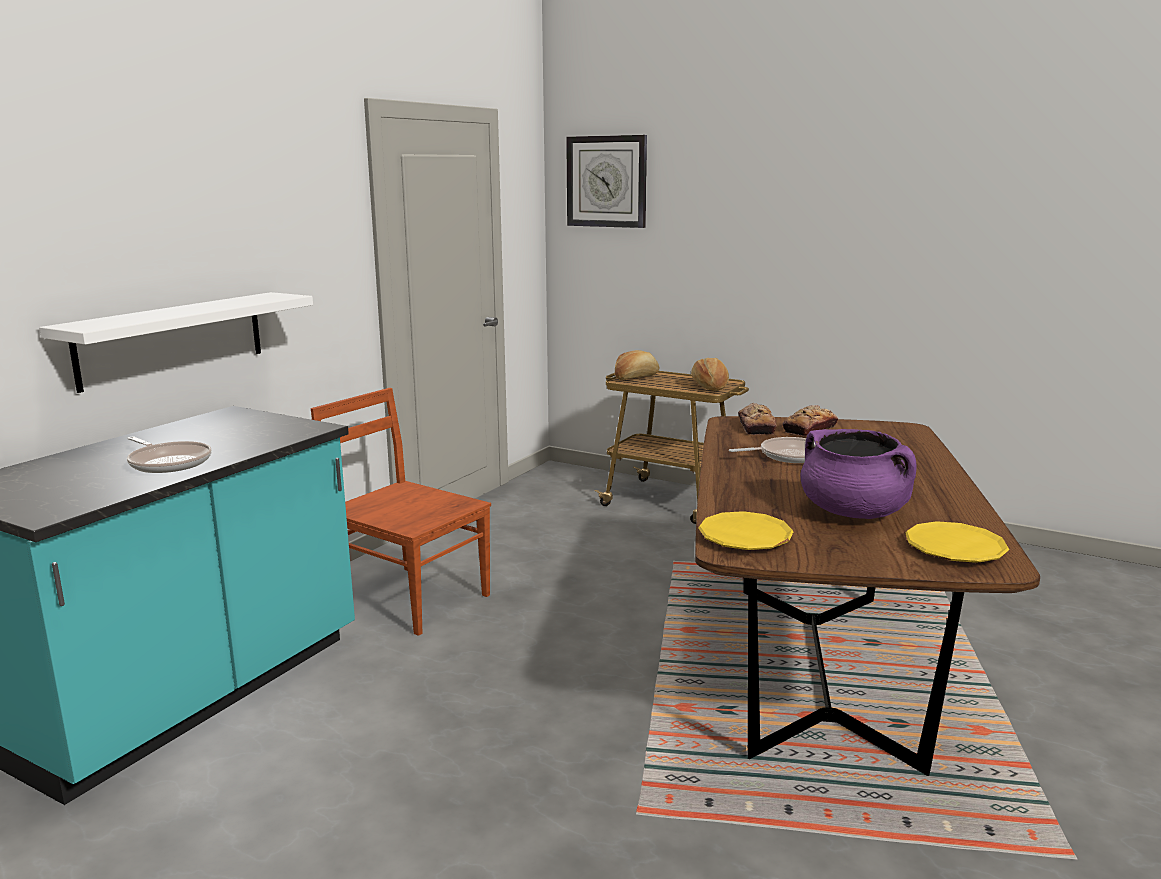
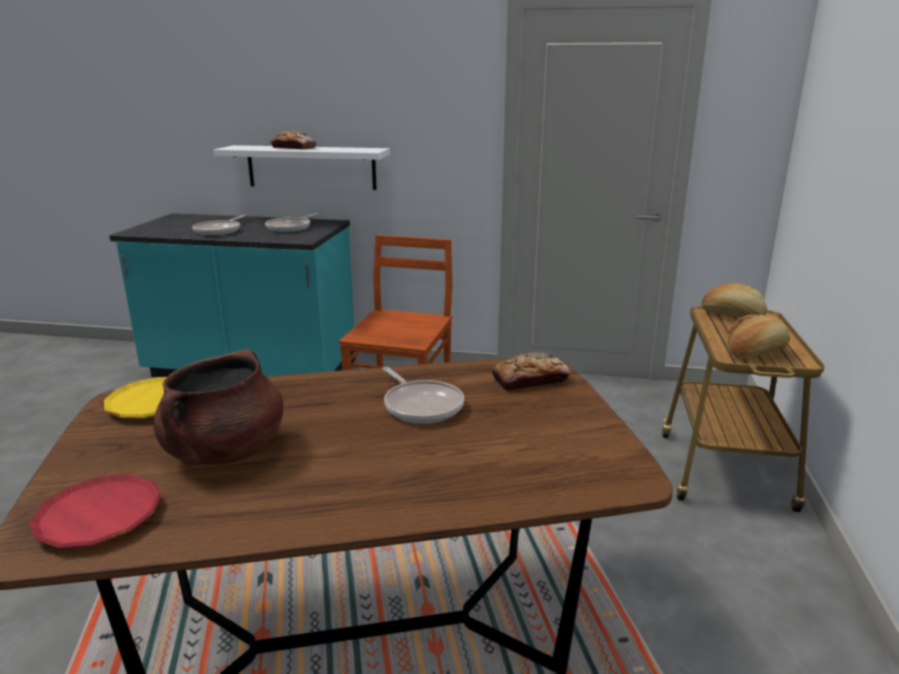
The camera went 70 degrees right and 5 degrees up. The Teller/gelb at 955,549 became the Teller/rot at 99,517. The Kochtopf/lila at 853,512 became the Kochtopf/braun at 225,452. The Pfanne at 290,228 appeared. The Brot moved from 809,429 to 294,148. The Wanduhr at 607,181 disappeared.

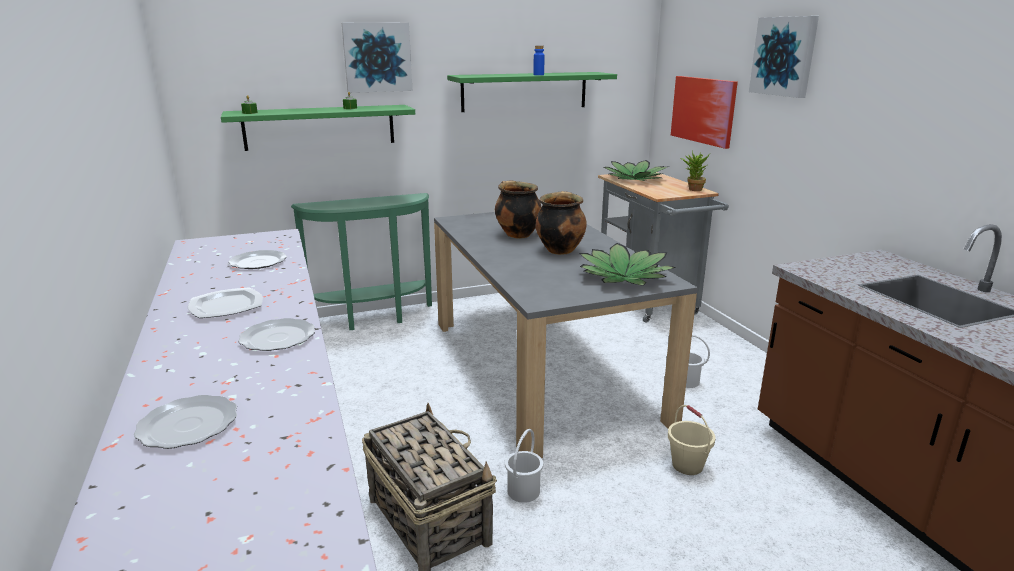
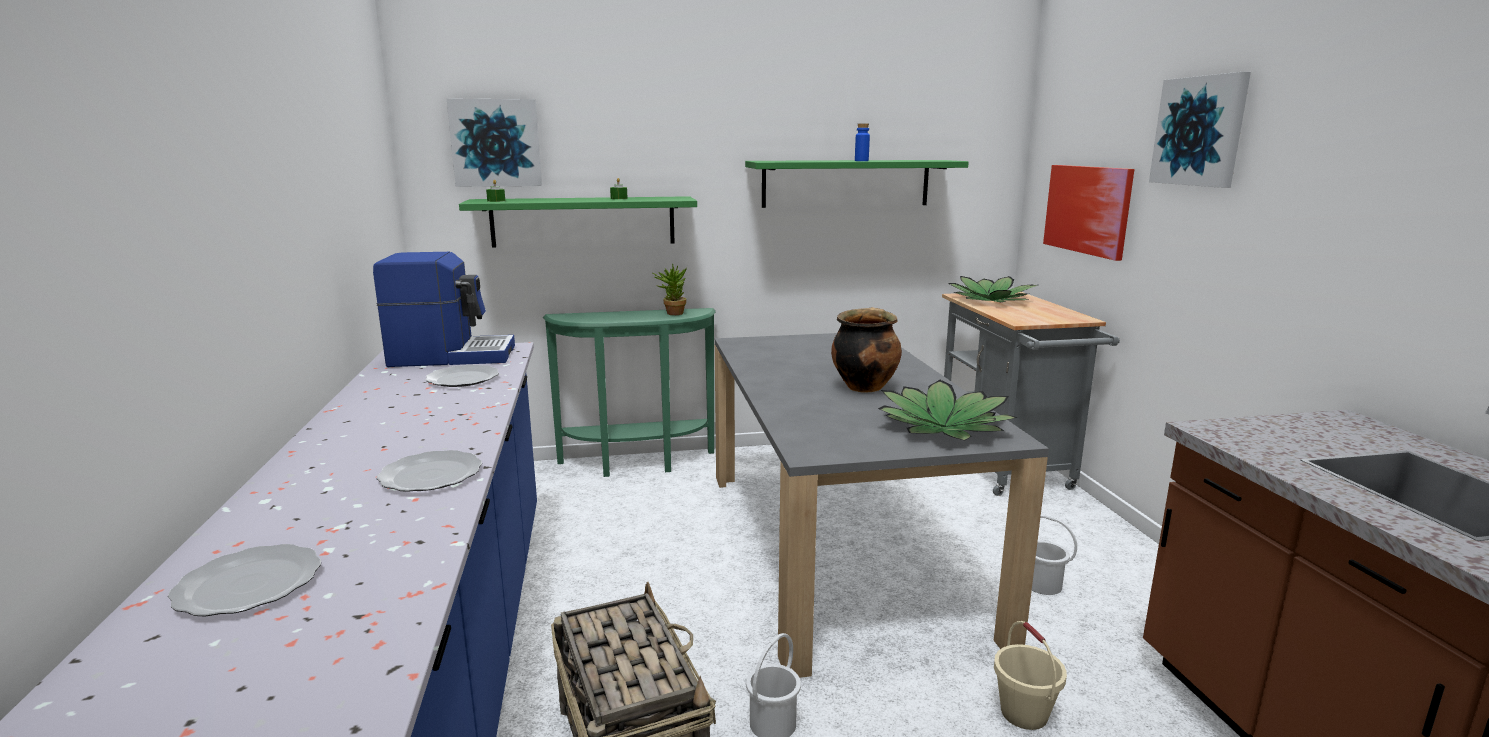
The camera went 10 degrees right and 5 degrees down. The Kaffeemaschine at 452,356 appeared. The Bild moved from 377,57 to 496,143. The Topfpflanze moved from 692,189 to 671,313. The Teller at 226,306 disappeared. The Kochtopf at 517,234 disappeared.

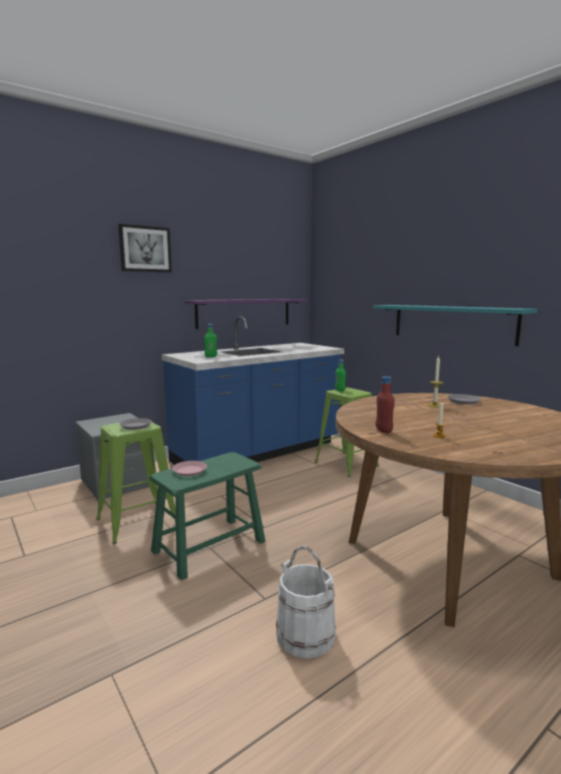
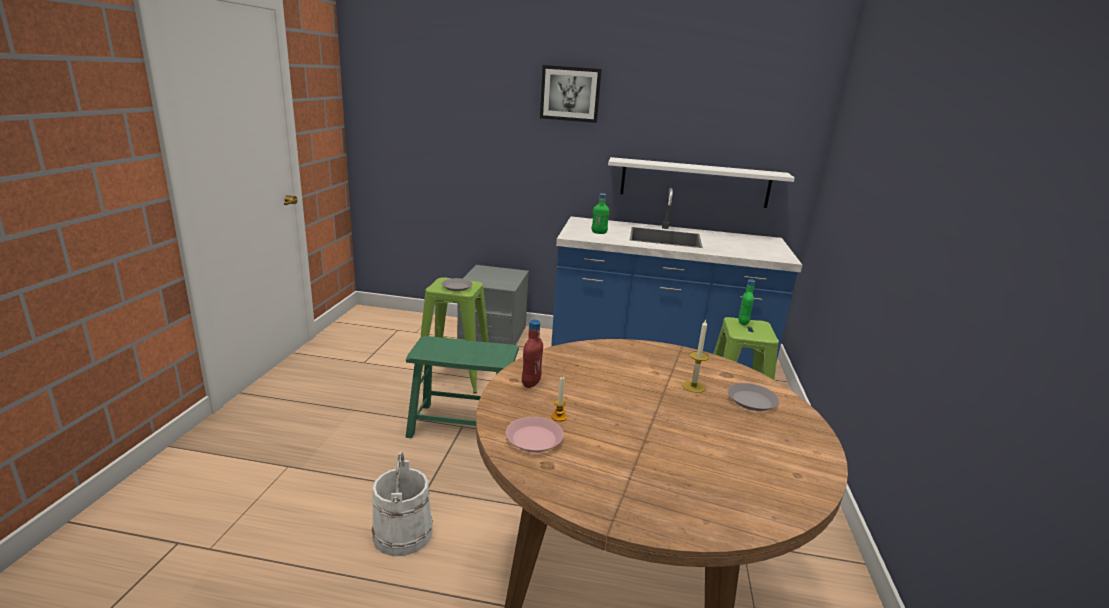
The camera went 45 degrees right and 10 degrees up. The Teller/rosa moved from 189,471 to 534,439. The Wandregal/lila at 244,313 became the Wandregal/weiß at 694,182. The Wandregal/türkis at 452,323 disappeared.

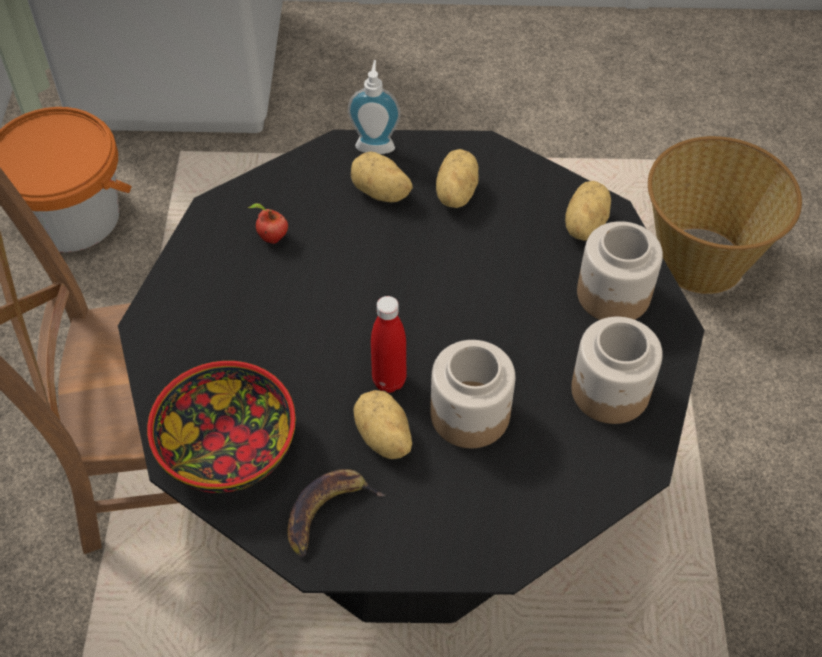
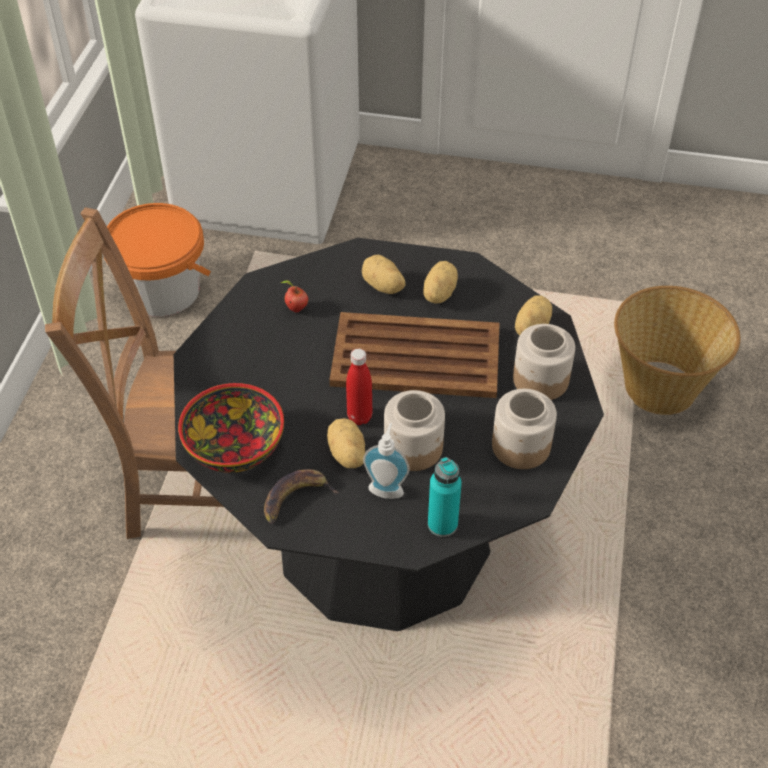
The camera went 10 degrees right and 5 degrees down. The Tablett/braun at 414,356 appeared. The Seifenspender moved from 375,144 to 387,487. The Flasche/türkis at 442,524 appeared.

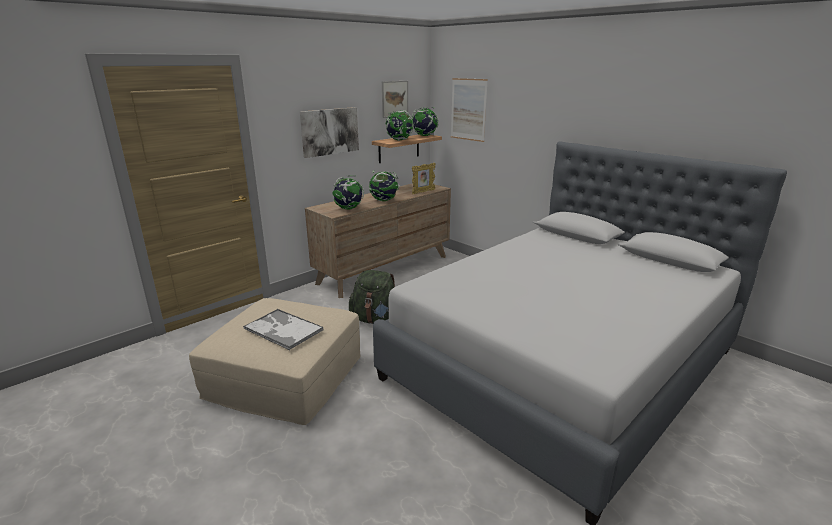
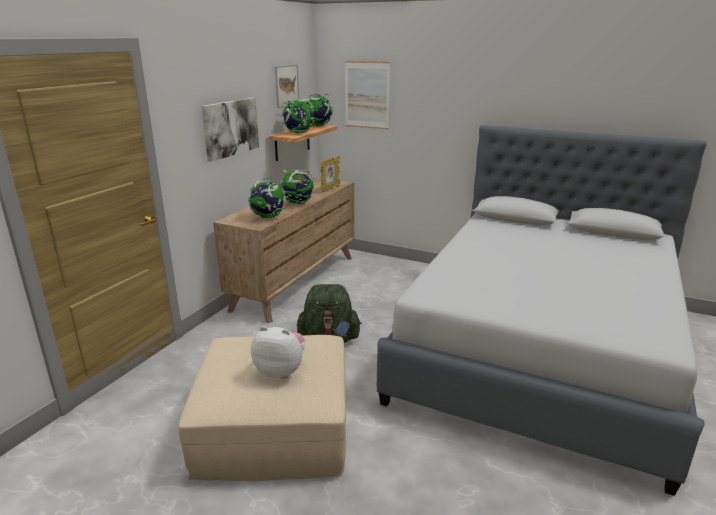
The camera went 20 degrees left and 0 degrees up. The Tablett at 282,329 was replaced by the Plüschtier at 281,371.

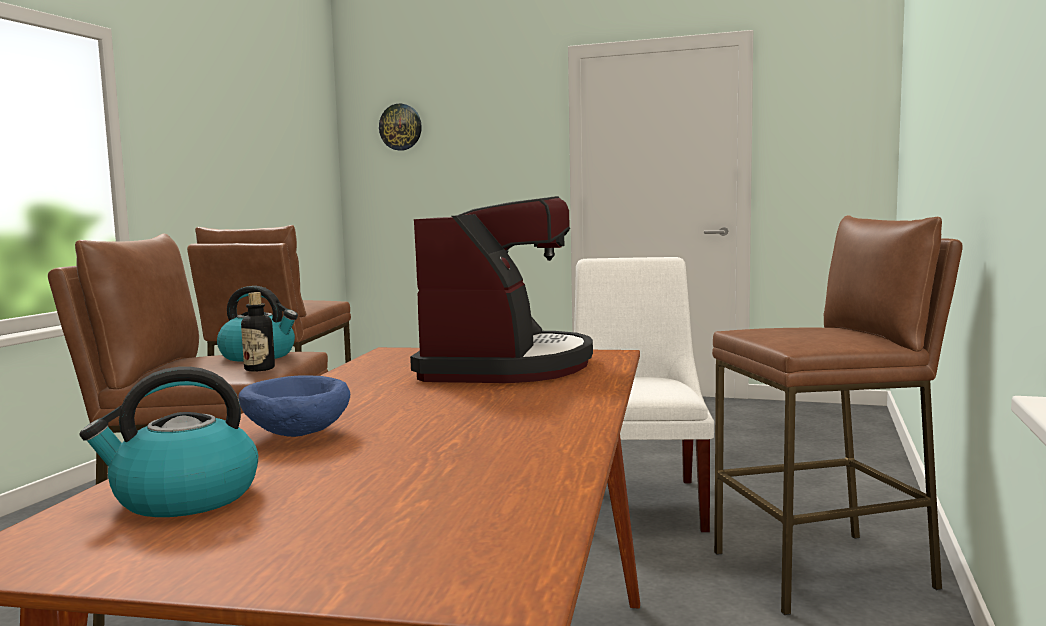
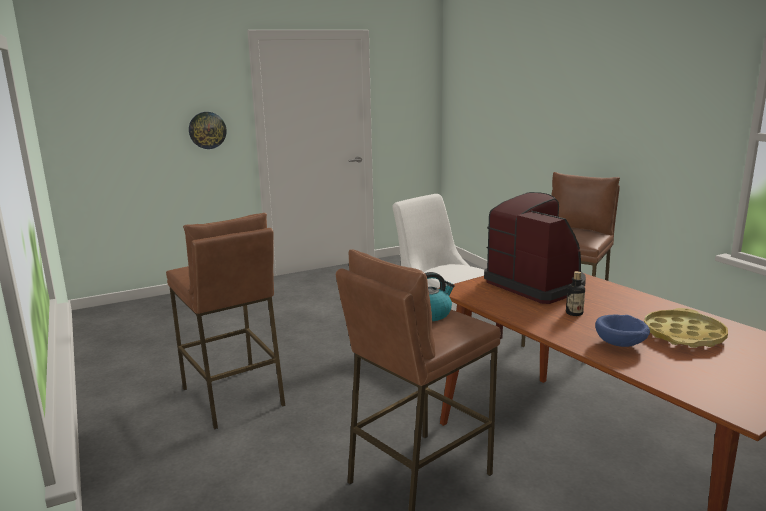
The camera went 45 degrees left and 10 degrees up. The Wanduhr moved from 400,127 to 207,130. The Flasche moved from 259,369 to 574,313. The Tablett/gelb at 683,335 appeared. The Wasserkessel at 184,498 disappeared.

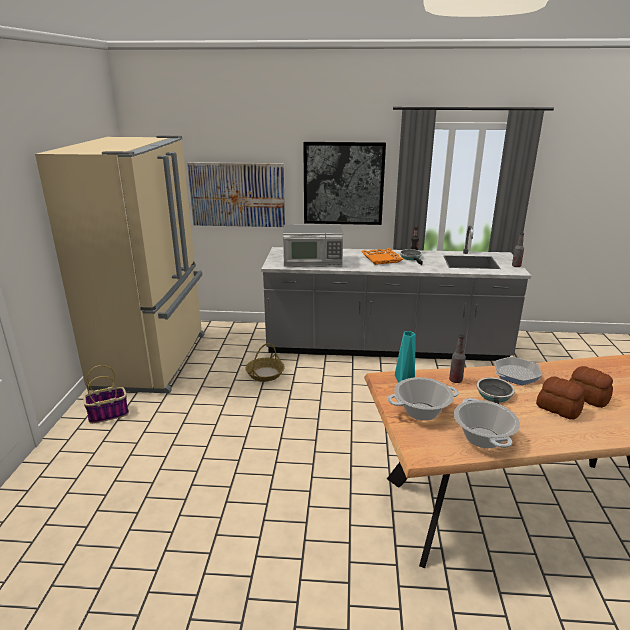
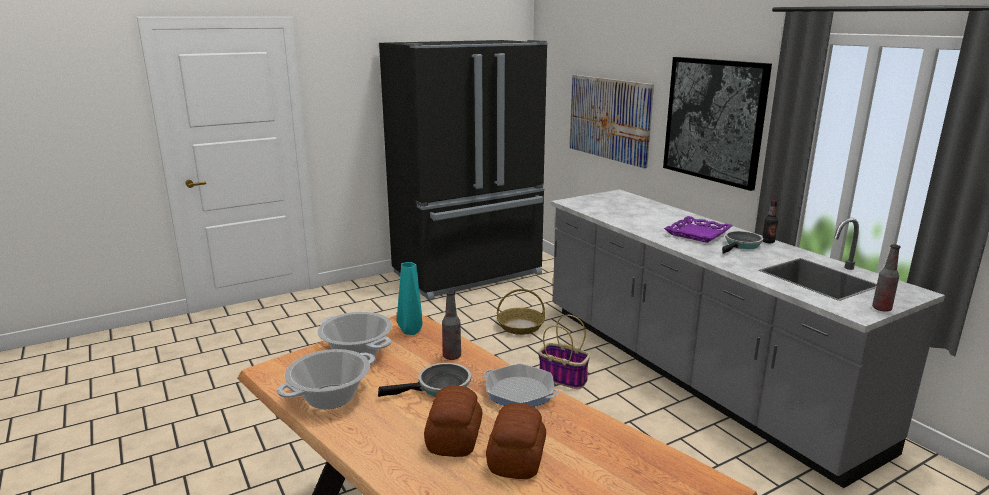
The camera went 55 degrees right and 5 degrees down. The Kühlschrank/beige at 153,360 became the Kühlschrank/schwarz at 469,274. The Korb moved from 109,414 to 564,378. The Tablett/orange at 382,259 became the Tablett/lila at 698,233. The Mikrowelle at 313,261 disappeared.

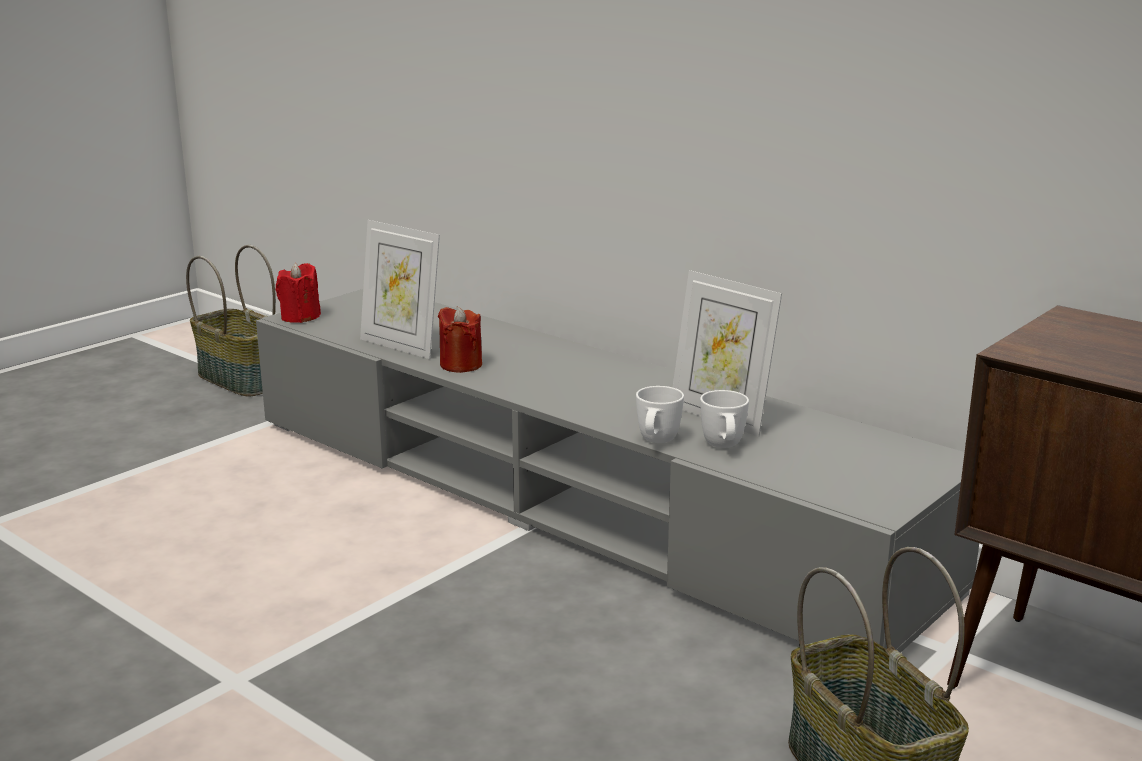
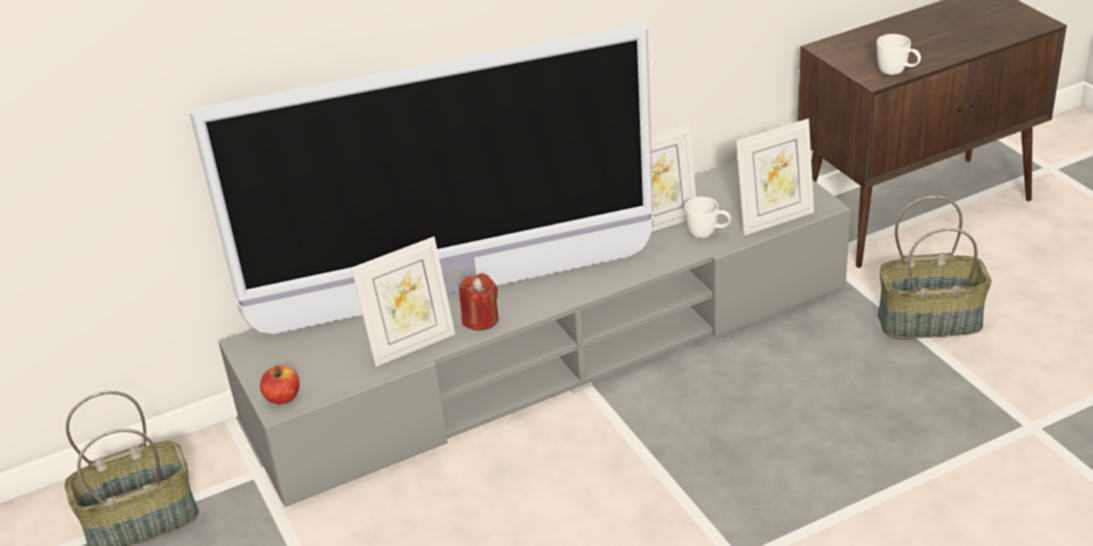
The camera went 65 degrees left and 15 degrees up. The Fernseher at 455,292 appeared. The Kerze/rot at 300,317 was replaced by the Apfel at 283,397. The Bilderrahmen at 774,219 appeared. The Henkelbecher/weiß moved from 656,442 to 897,73.

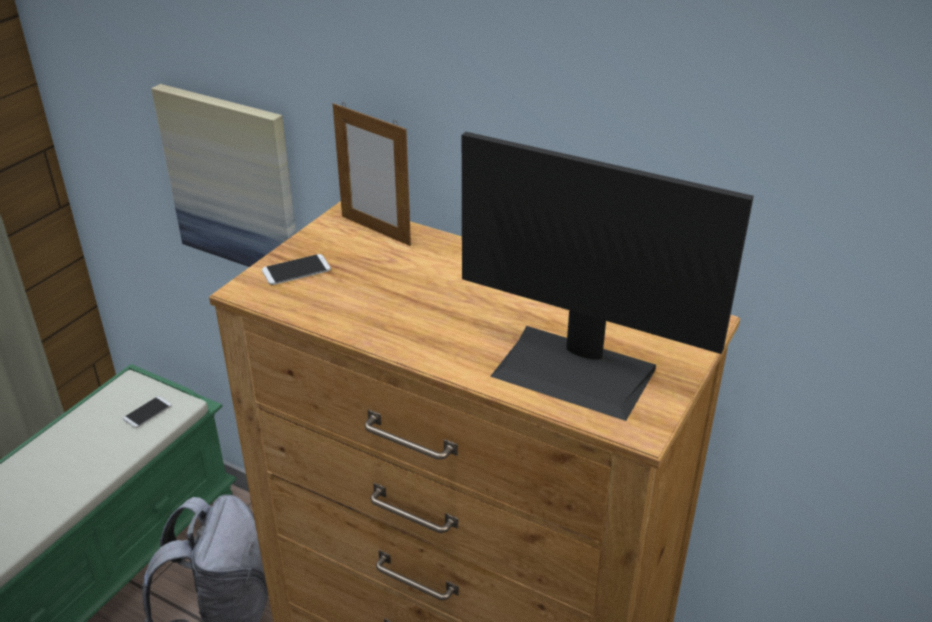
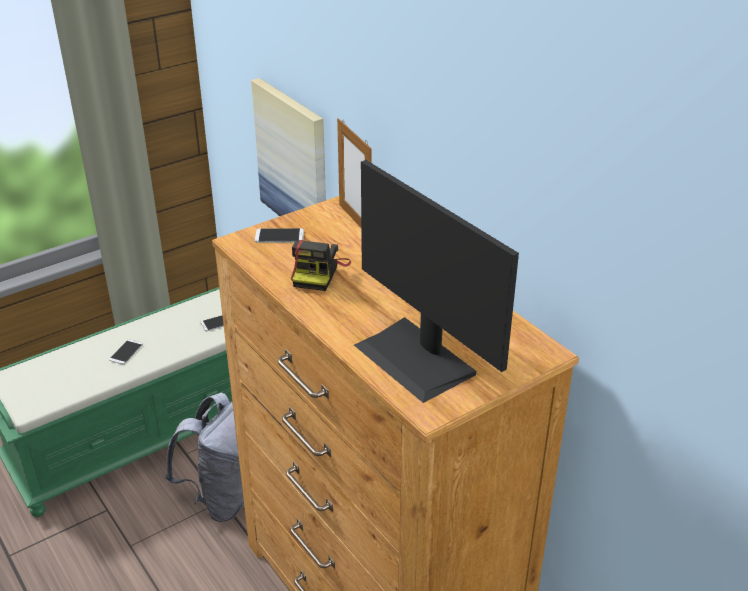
The camera went 25 degrees right and 0 degrees up. The Handy at 126,352 appeared. The Kamera at 319,272 appeared.

